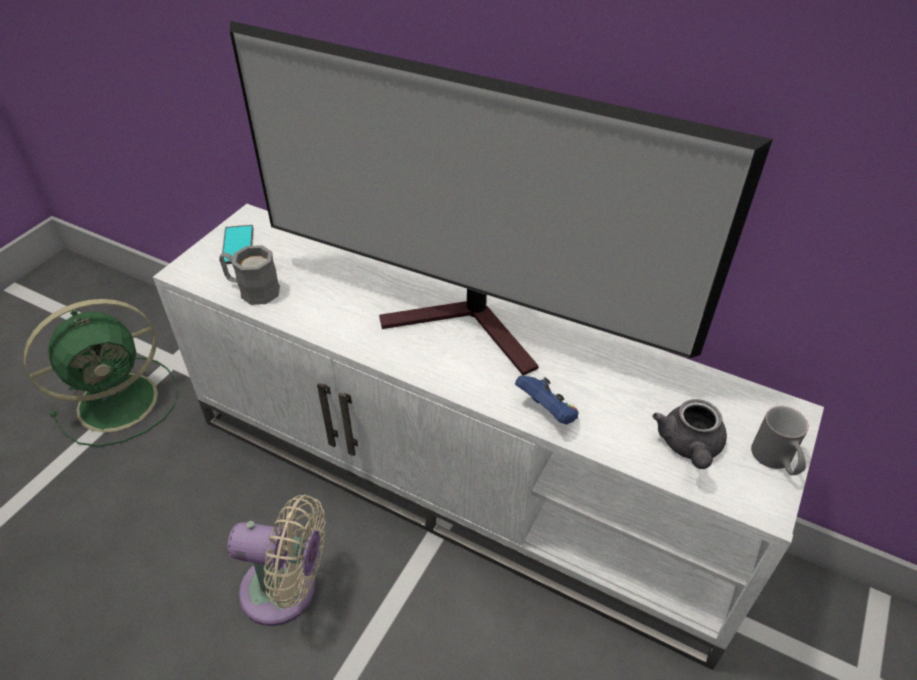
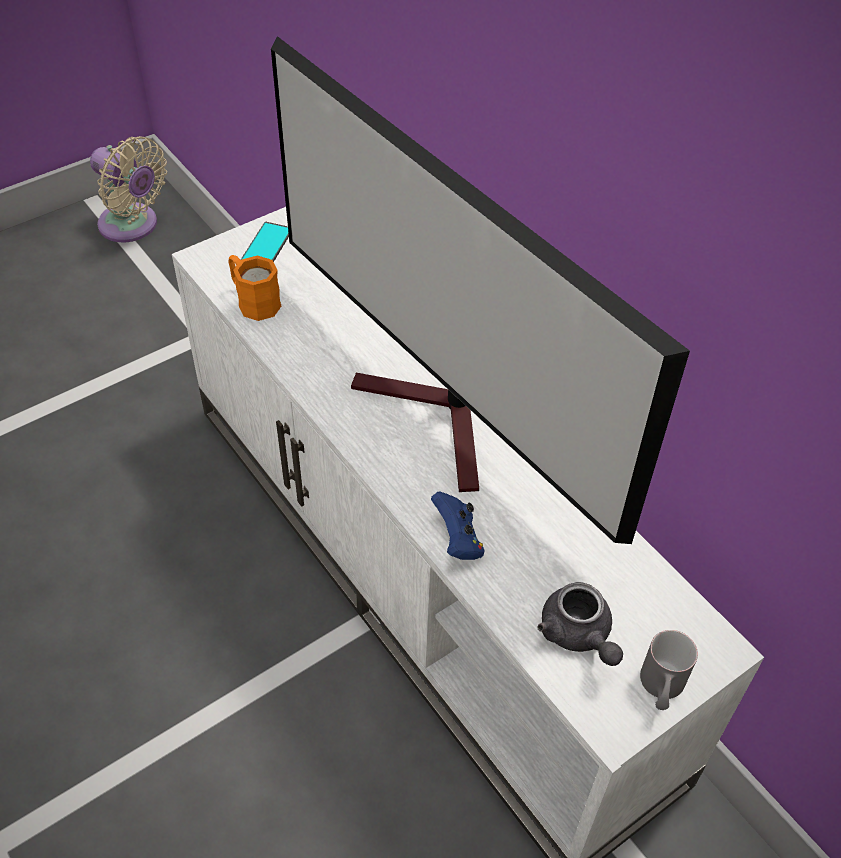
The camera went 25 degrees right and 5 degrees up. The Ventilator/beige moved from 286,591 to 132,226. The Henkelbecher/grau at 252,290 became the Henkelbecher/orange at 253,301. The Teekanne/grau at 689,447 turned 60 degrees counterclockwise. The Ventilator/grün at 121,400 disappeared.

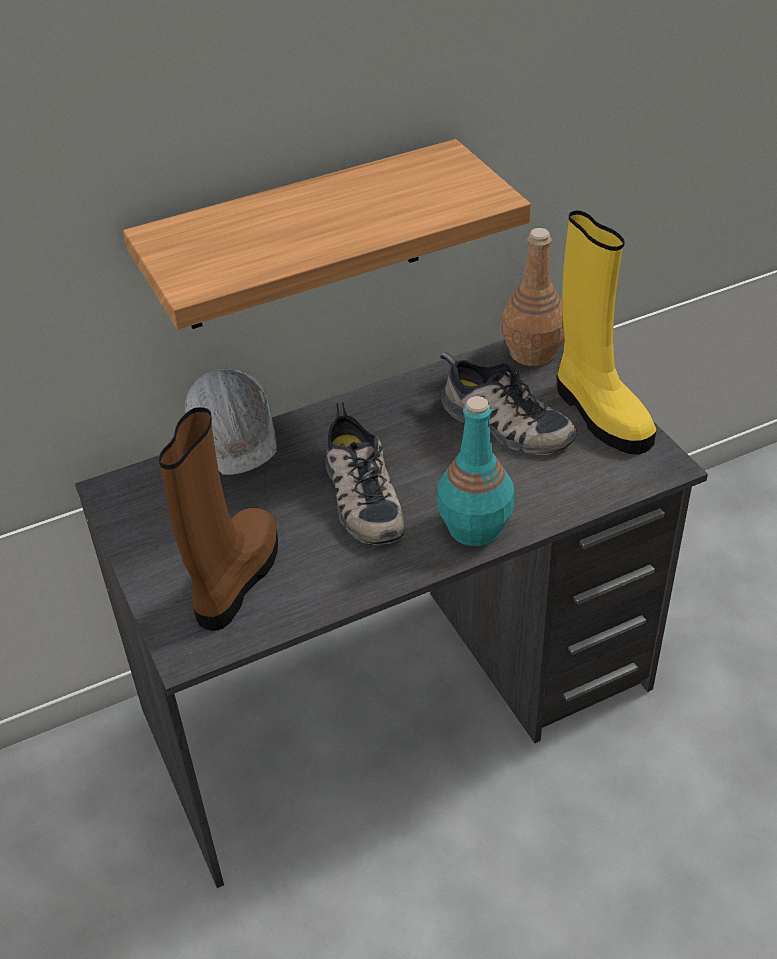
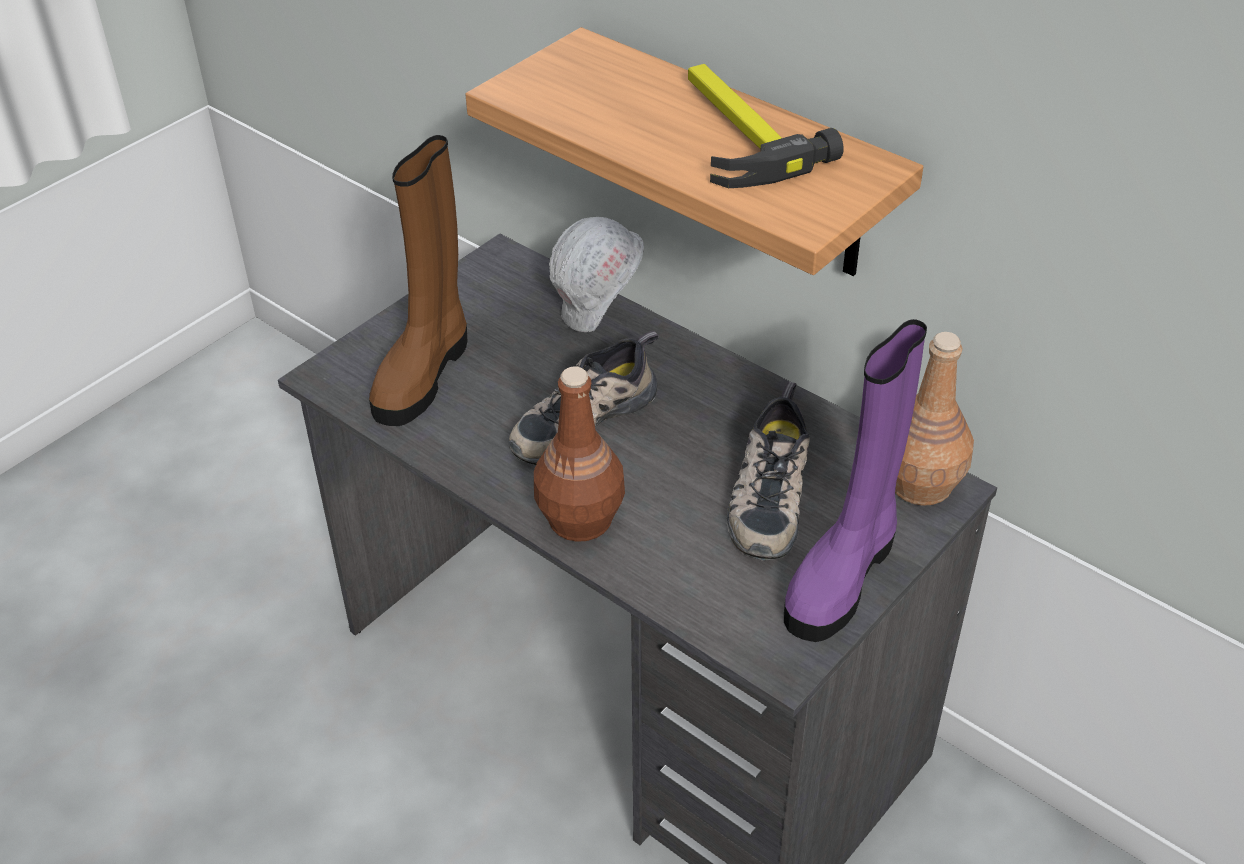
The camera went 65 degrees right and 0 degrees up. The Stiefel/braun at 235,579 turned 120 degrees clockwise. The Flasche/türkis at 474,528 became the Flasche/braun at 579,519. The Hammer at 734,133 appeared. The Stiefel/gelb at 599,413 became the Stiefel/lila at 843,575.

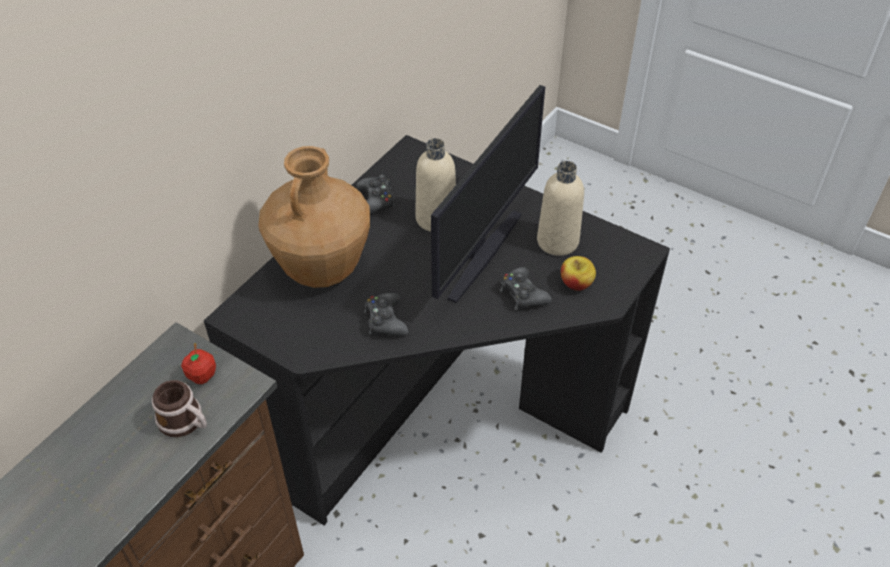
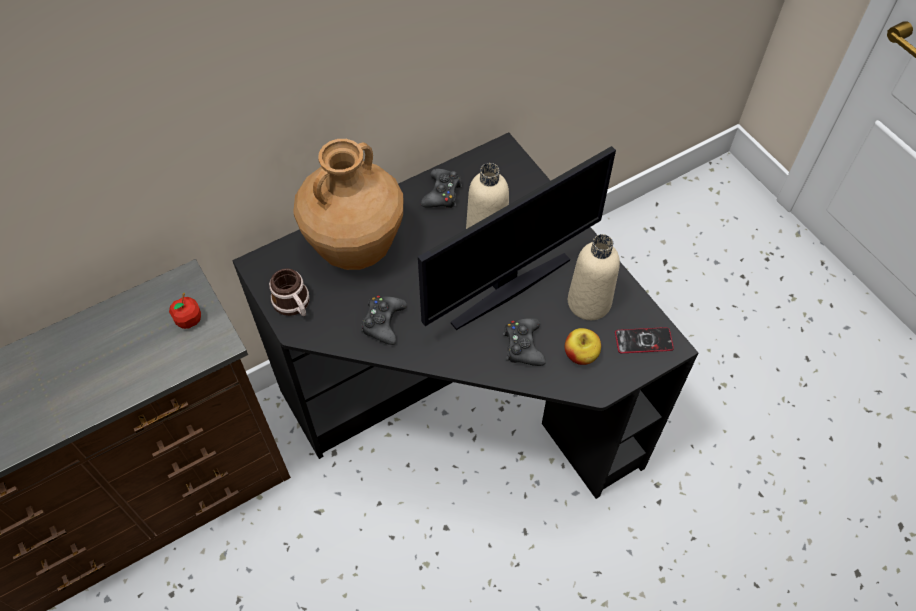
The camera went 25 degrees right and 10 degrees up. The Henkelbecher moved from 186,422 to 294,305. The Handy at 643,341 appeared.

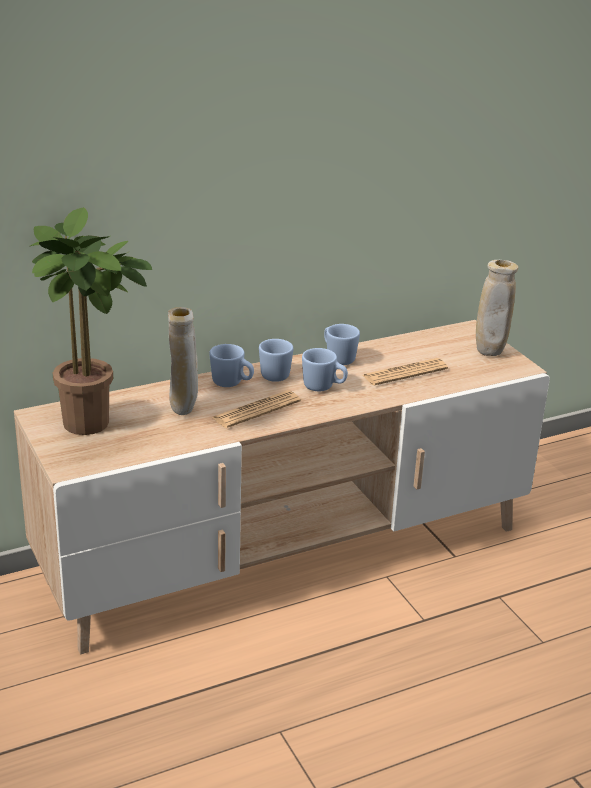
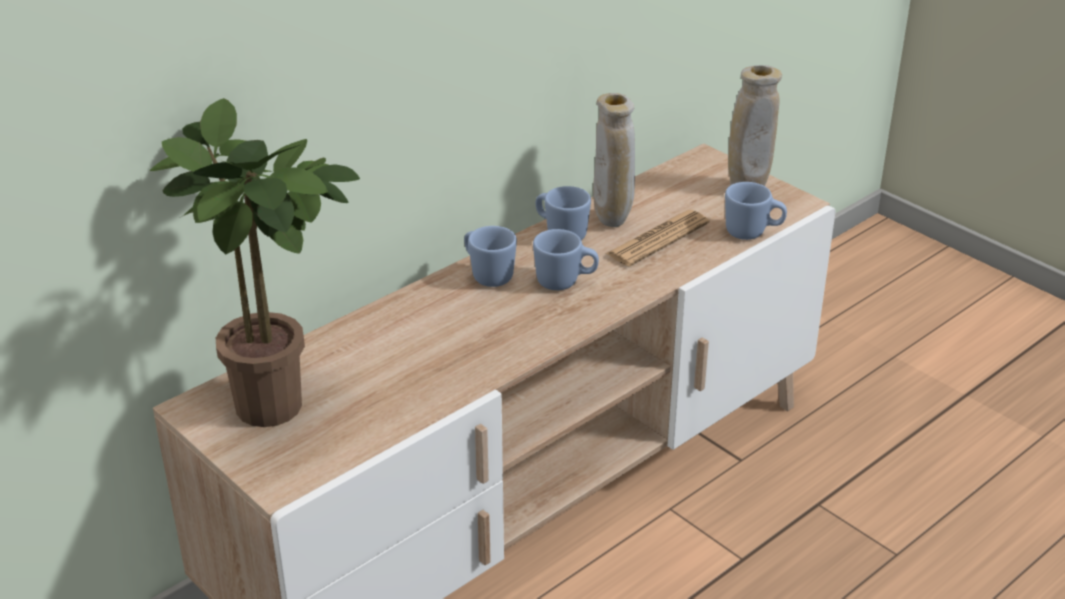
The camera went 15 degrees left and 5 degrees up. The Vase/beige moved from 183,410 to 612,221. The Henkelbecher/blau moved from 232,383 to 752,233. The Zeitung at 256,410 disappeared.

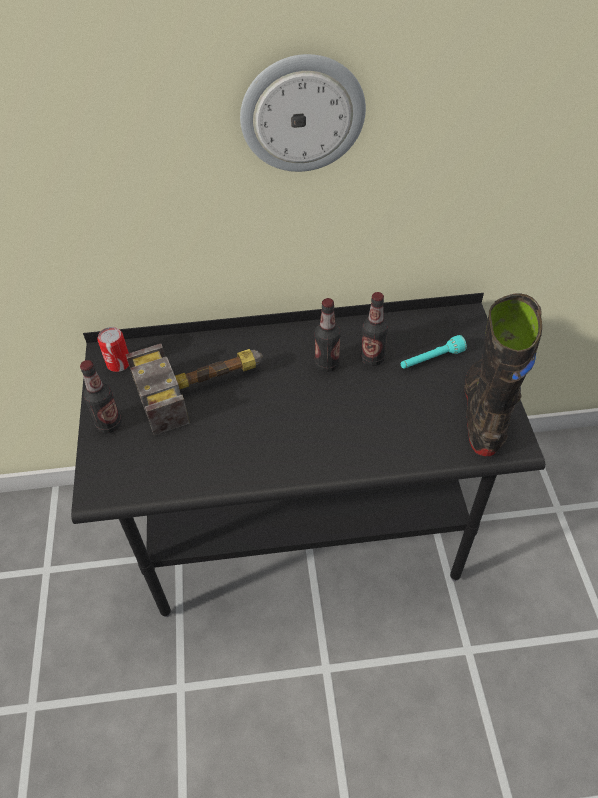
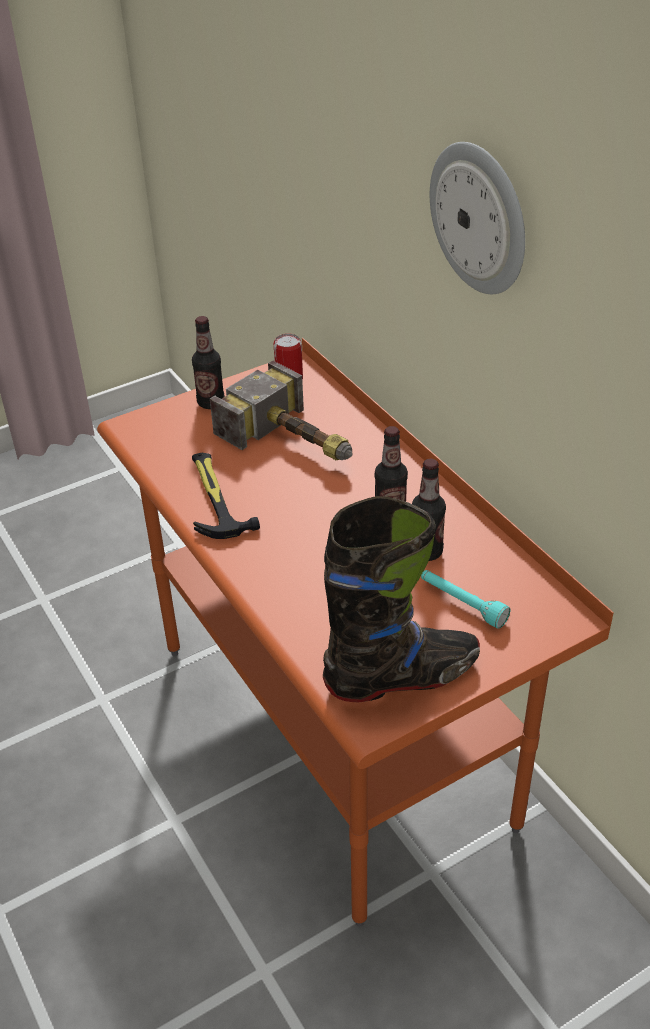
The camera went 65 degrees right and 10 degrees down. The Schreibtisch/schwarz at 303,534 became the Schreibtisch/orange at 333,734. The Hammer at 214,497 appeared.

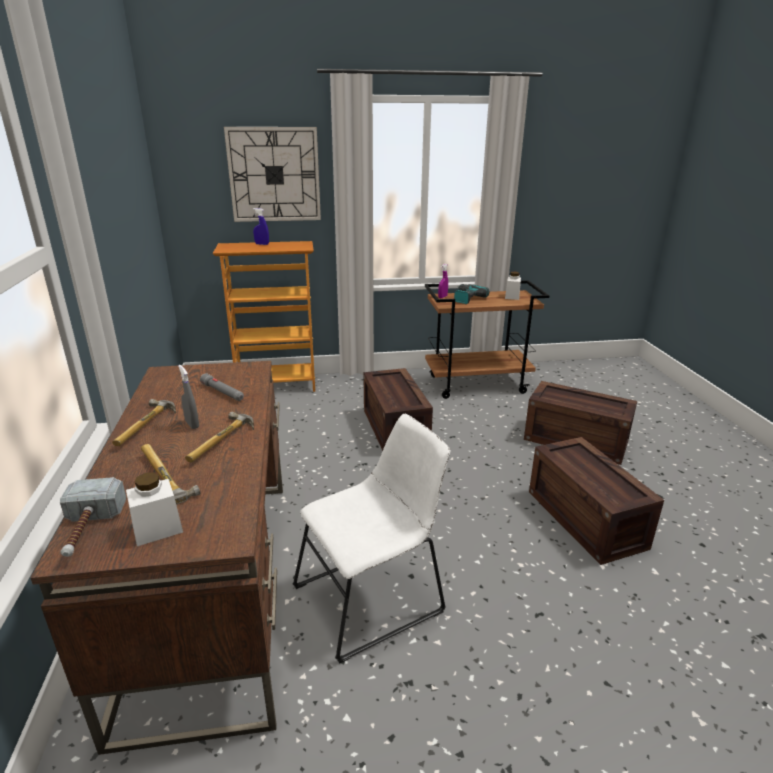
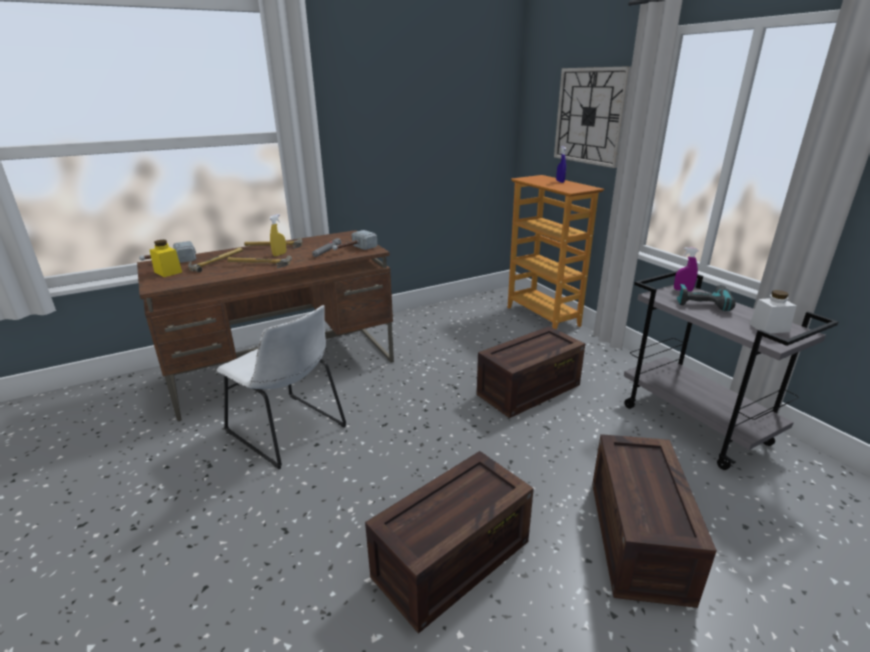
The camera went 70 degrees right and 0 degrees up. The Vorratsglas/weiß at 157,529 became the Vorratsglas/gelb at 168,272. The Sprühflasche/grau at 192,424 became the Sprühflasche/gelb at 279,254. The Hammer at 353,250 appeared. The Rollwagen/braun at 477,384 became the Rollwagen/grau at 695,425.

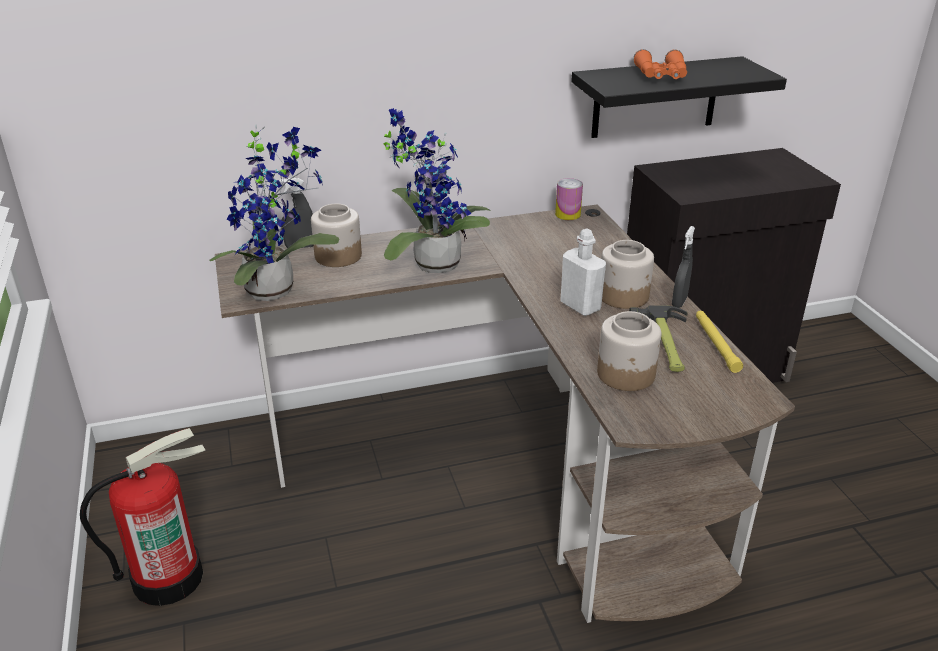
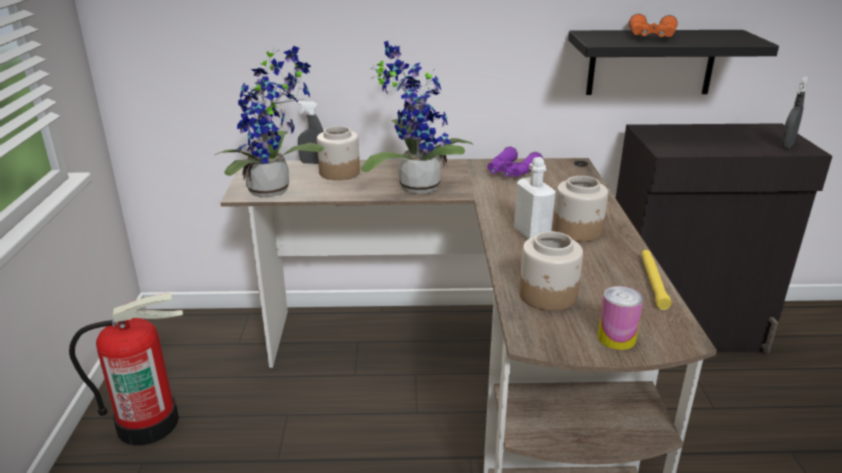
The camera went 15 degrees right and 5 degrees down. The Fernglas/lila at 511,172 appeared. The Dose moved from 567,214 to 616,338. The Sprühflasche/grau moved from 679,302 to 786,145. The Hammer at 665,343 disappeared.

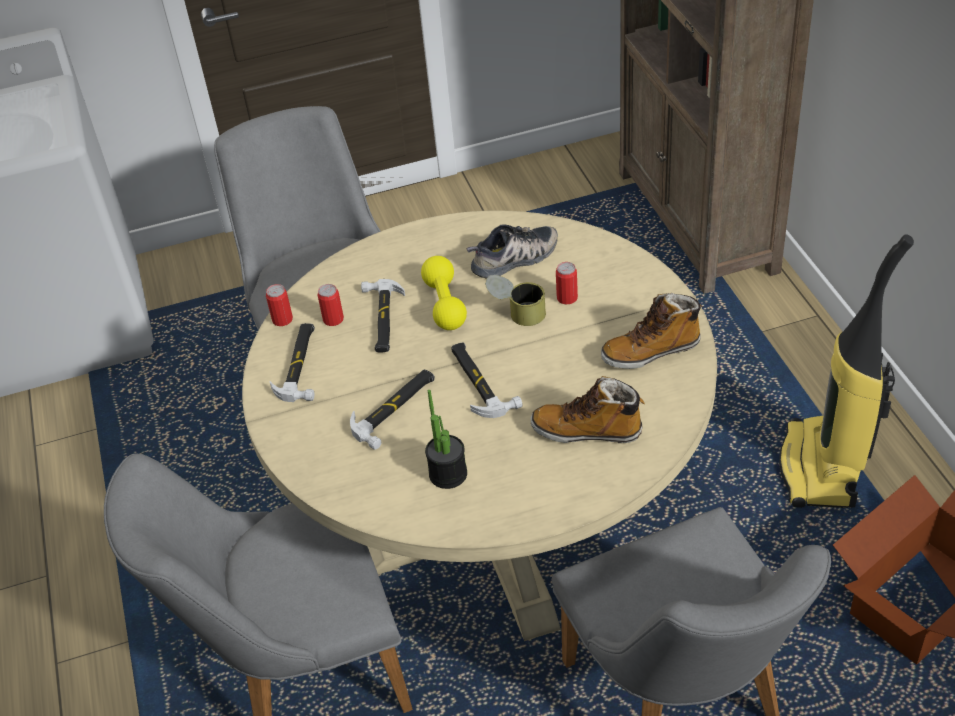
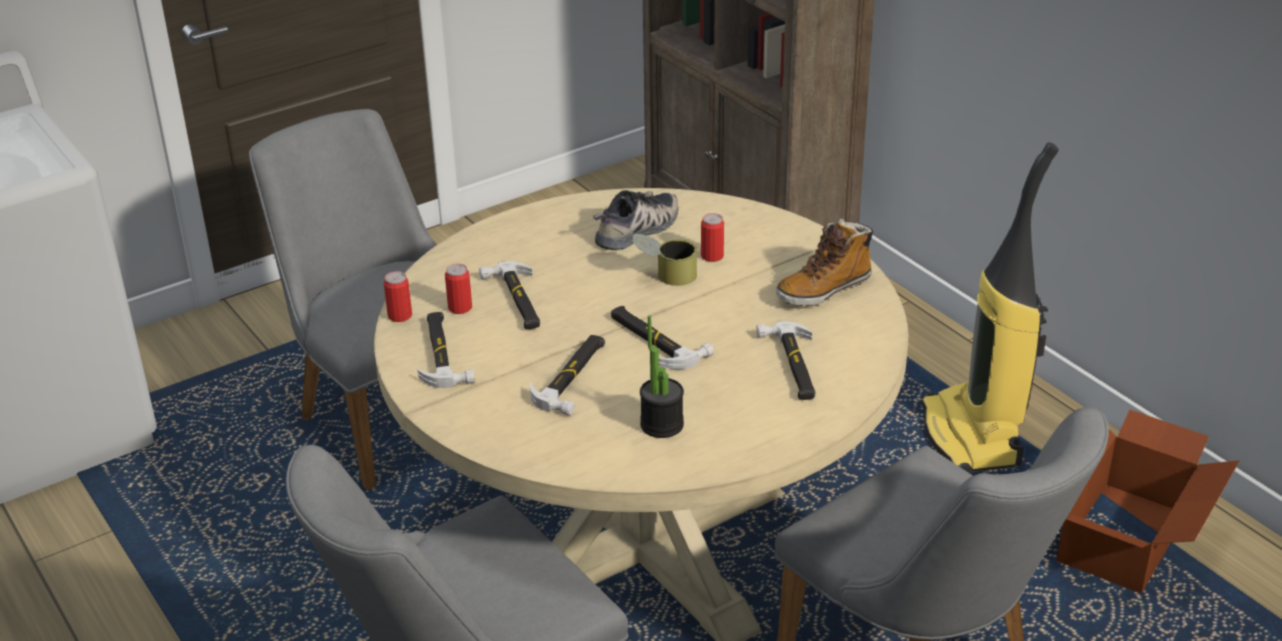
The camera went 20 degrees left and 10 degrees down. The Stiefel at 587,431 was replaced by the Hammer at 792,365. The Hantel/gelb at 445,304 disappeared.

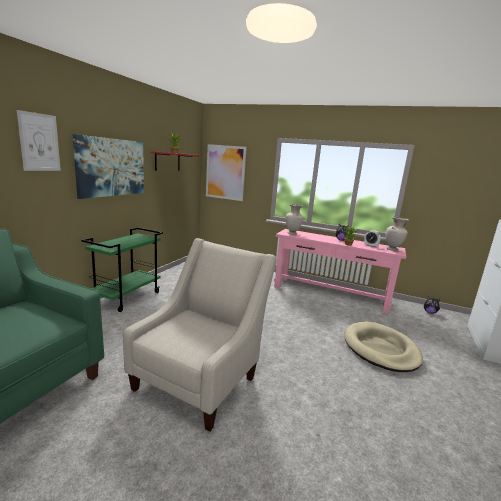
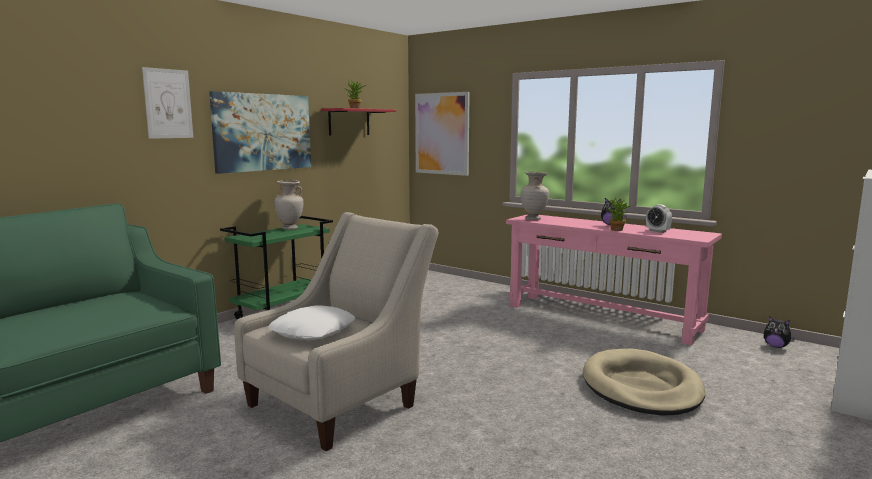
The camera went 15 degrees right and 5 degrees down. The Kissen/weiß at 314,331 appeared. The Vase/beige moved from 392,249 to 290,228.

